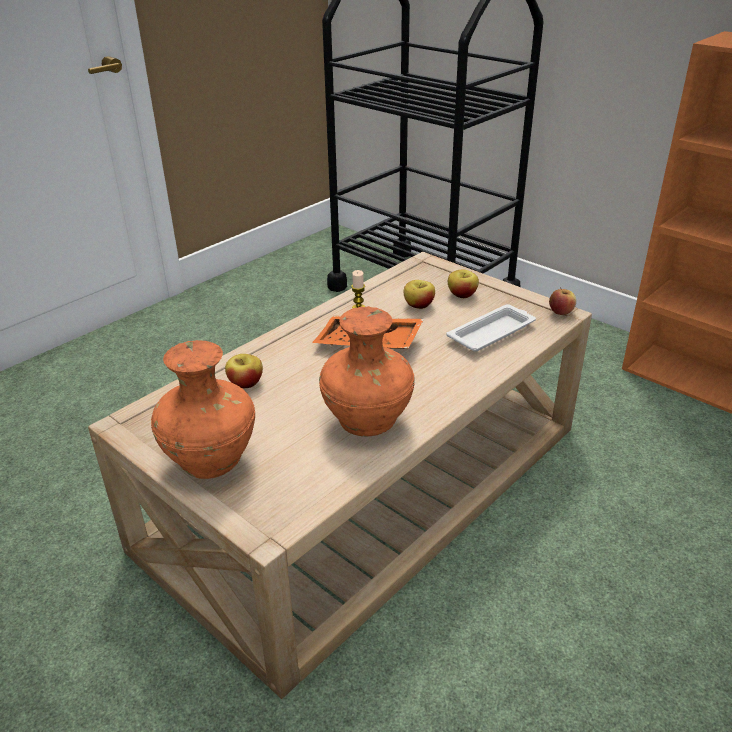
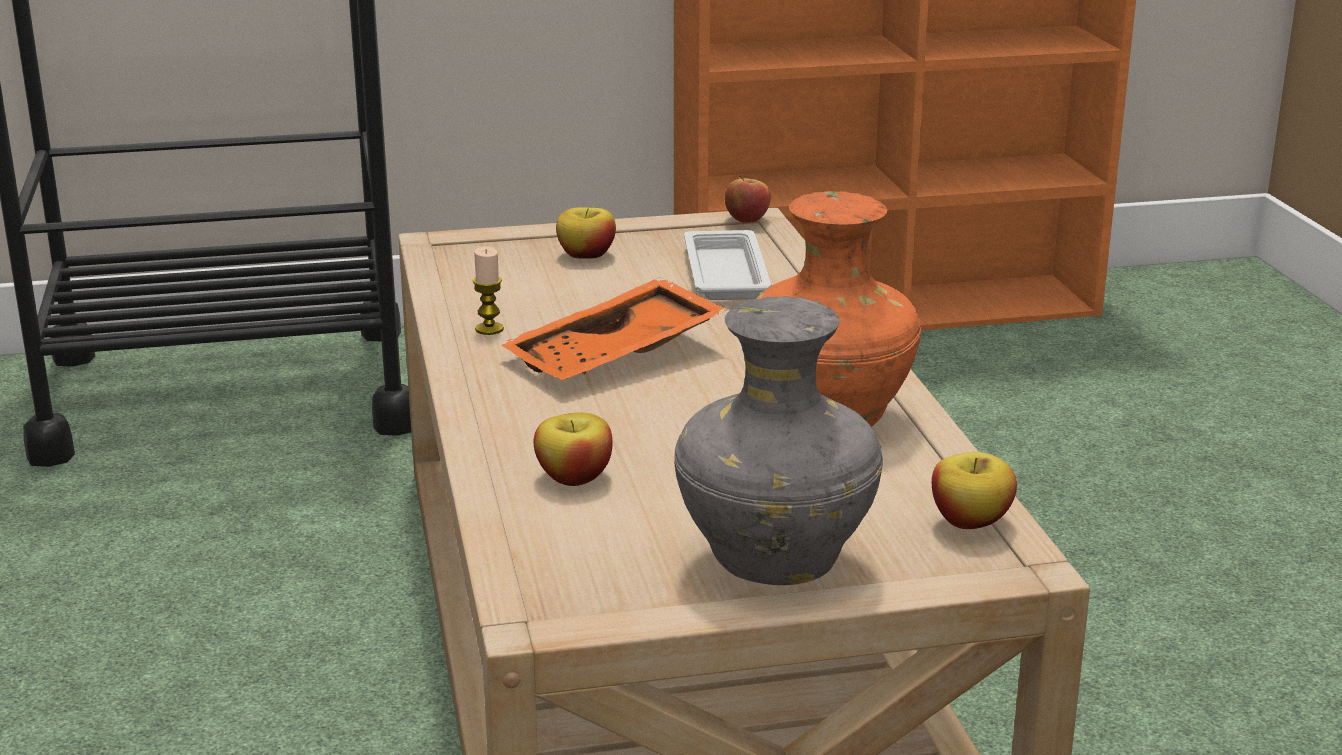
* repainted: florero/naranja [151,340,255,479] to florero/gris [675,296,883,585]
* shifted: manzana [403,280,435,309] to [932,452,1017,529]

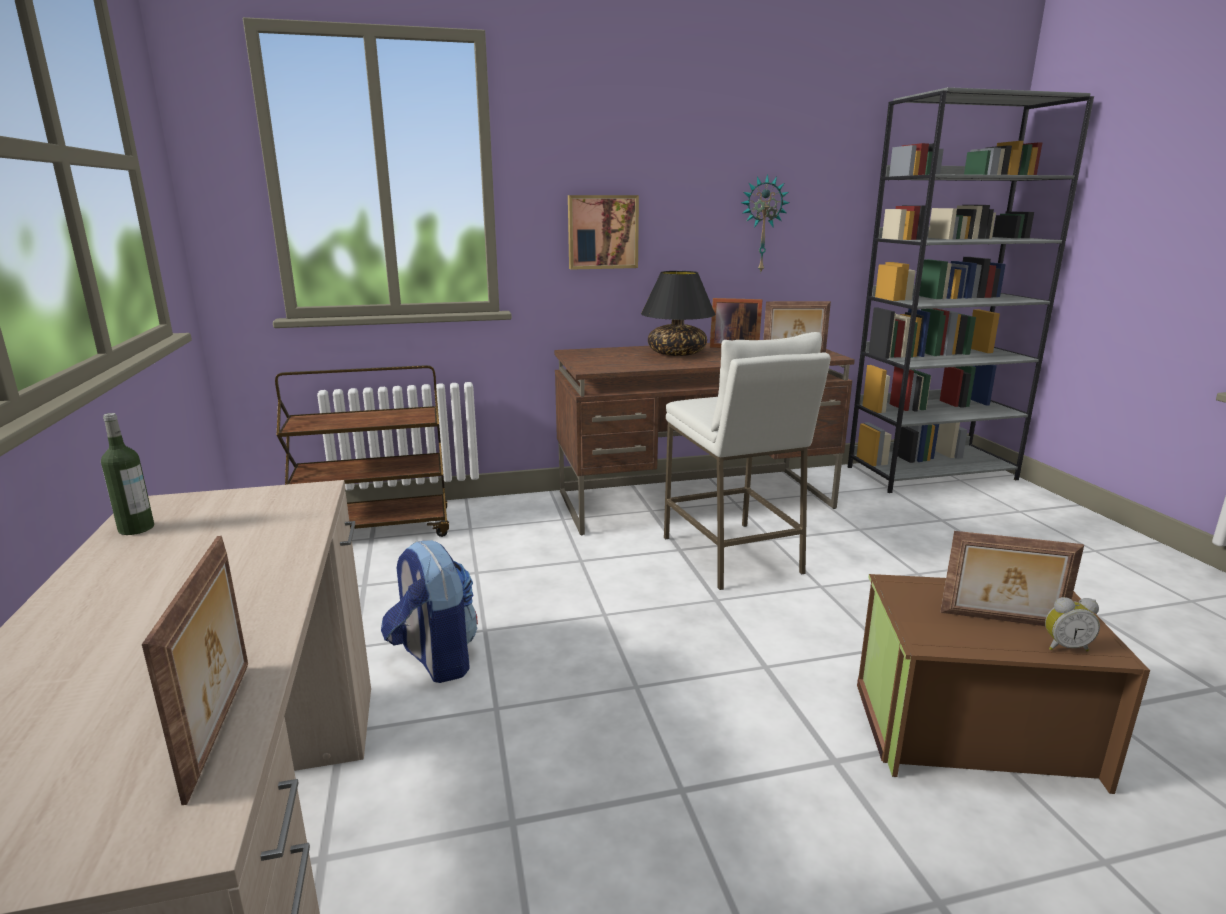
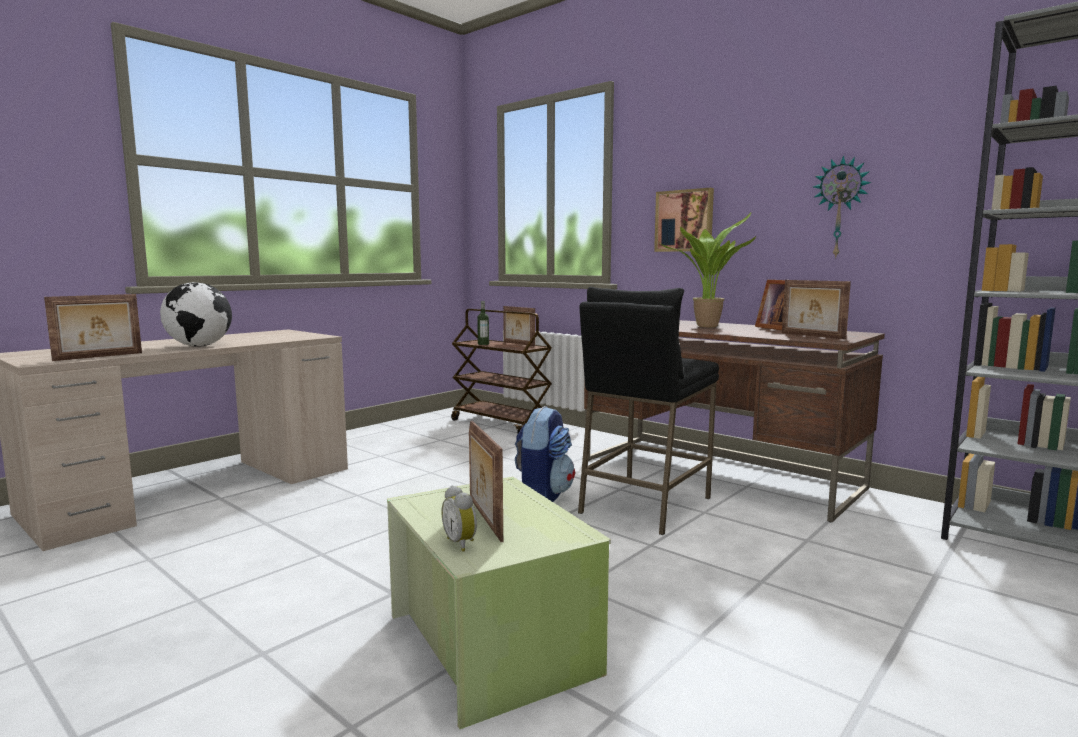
* shifted: botella [101,413,154,535] to [477,301,489,345]
* shifted: mochila [381,540,478,683] to [515,406,575,502]
* swapped: lámpara de mesa/negro [641,271,716,356] to planta en maceta [660,213,756,327]
* repainted: taburete/blanco [664,332,831,590] to taburete/negro [578,287,719,535]
* repainted: caja de almacenaje/marrón [857,574,1150,794] to caja de almacenaje/verde [387,477,611,729]
* new: globo terráqueo [160,282,232,347]
* new: portarretratos [503,306,535,346]

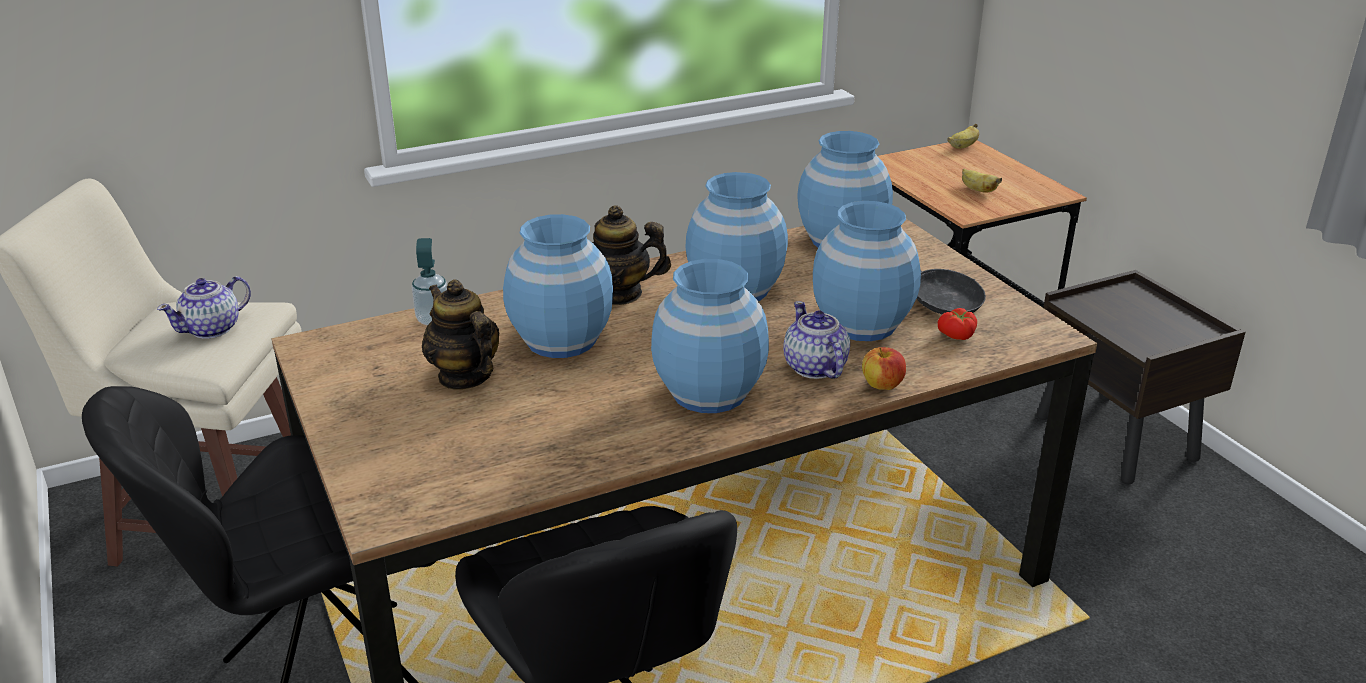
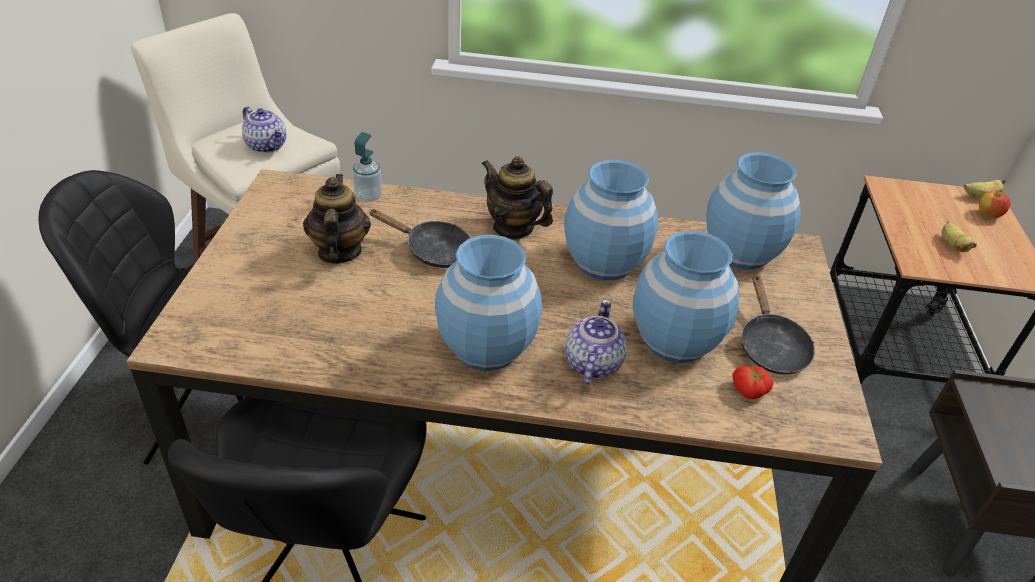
* rotated: tetera [157,276,251,339] = [242,107,286,153] 120 degrees counterclockwise
* swapped: florero/azul [503,214,613,358] to sartén/negro [370,209,470,268]
* shifted: manzana [862,347,906,390] to [979,191,1011,219]

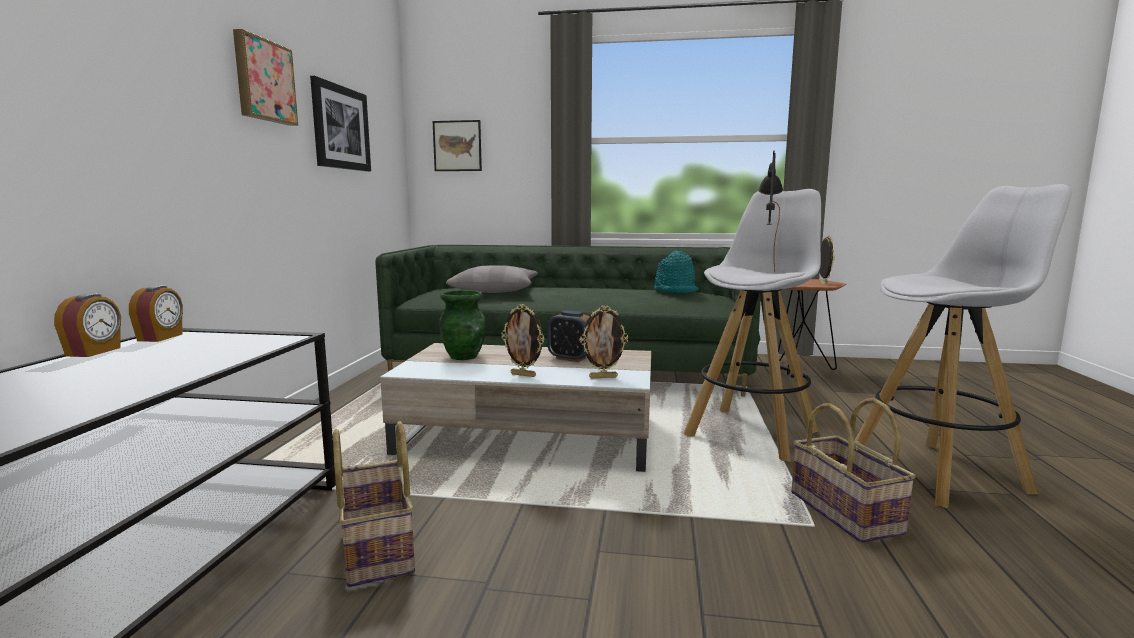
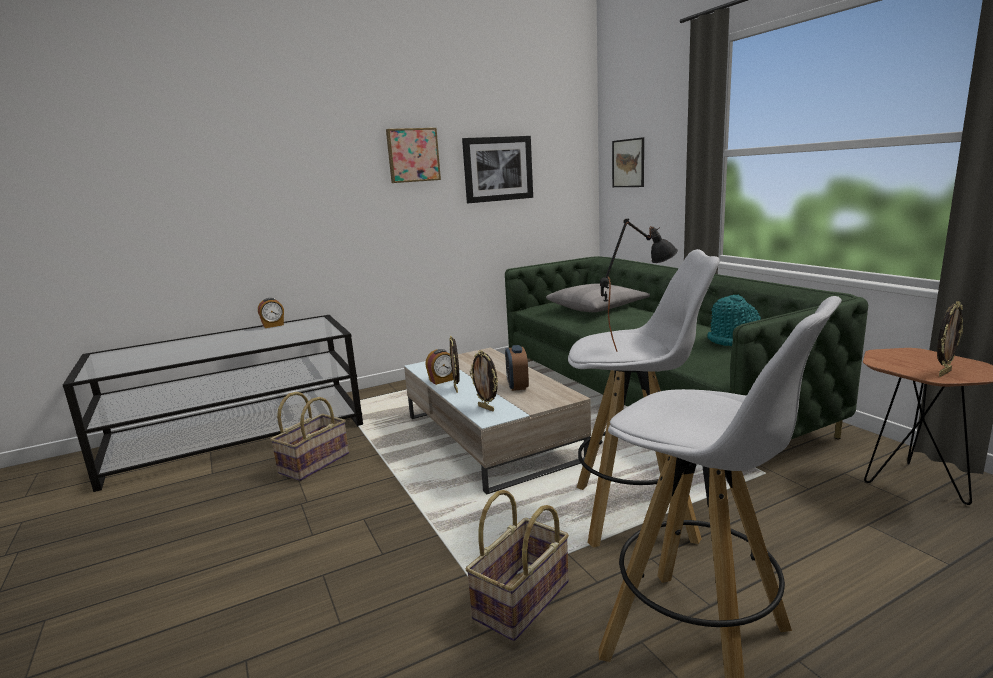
* shifted: despertador [129,285,183,342] to [425,349,453,385]
* gone: florero/verde [439,290,486,360]

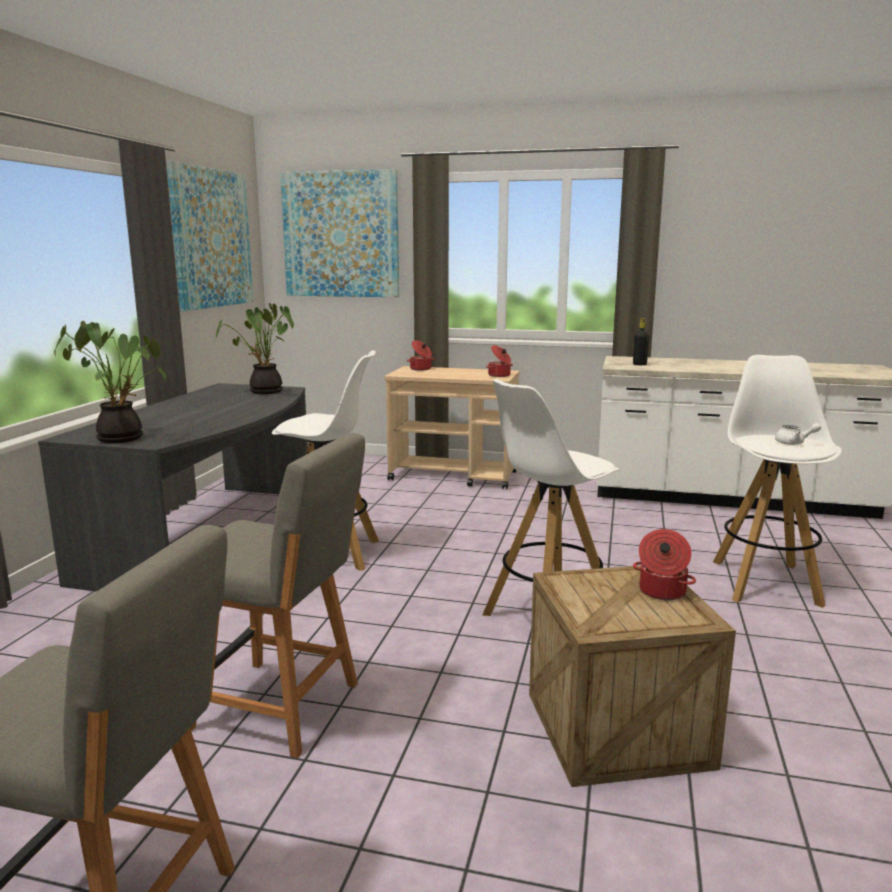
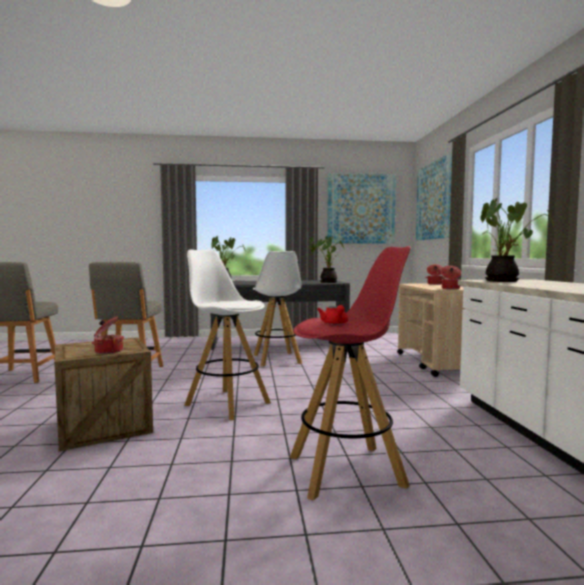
* swapped: botella/negro [633,318,649,365] to planta en maceta [480,198,554,282]
* repainted: taburete/blanco [713,355,842,608] to taburete/rojo [290,246,412,501]
* repainted: tetera/blanco [775,423,821,445] to tetera/rojo [317,305,348,324]

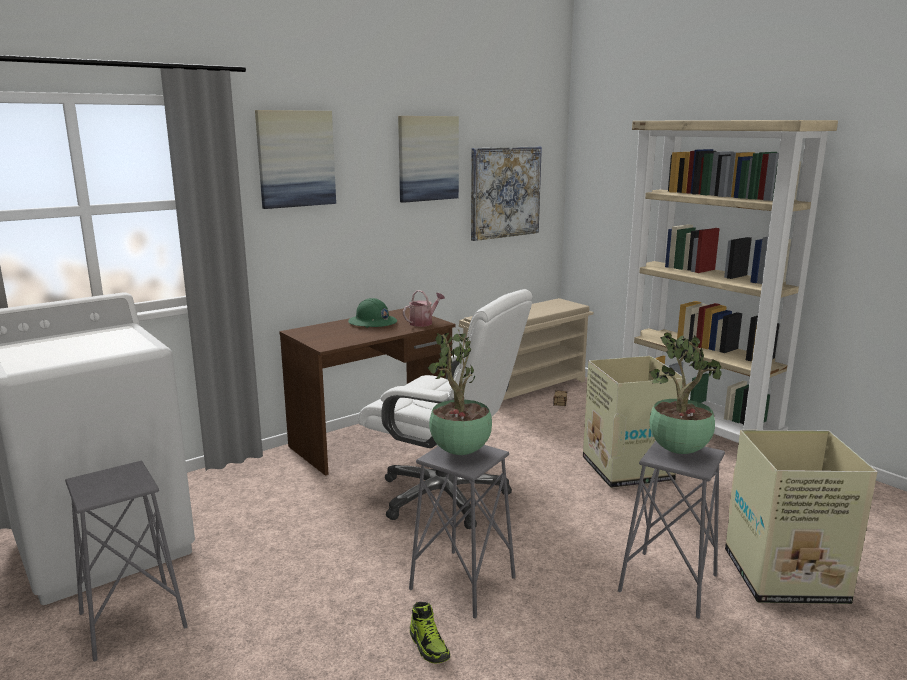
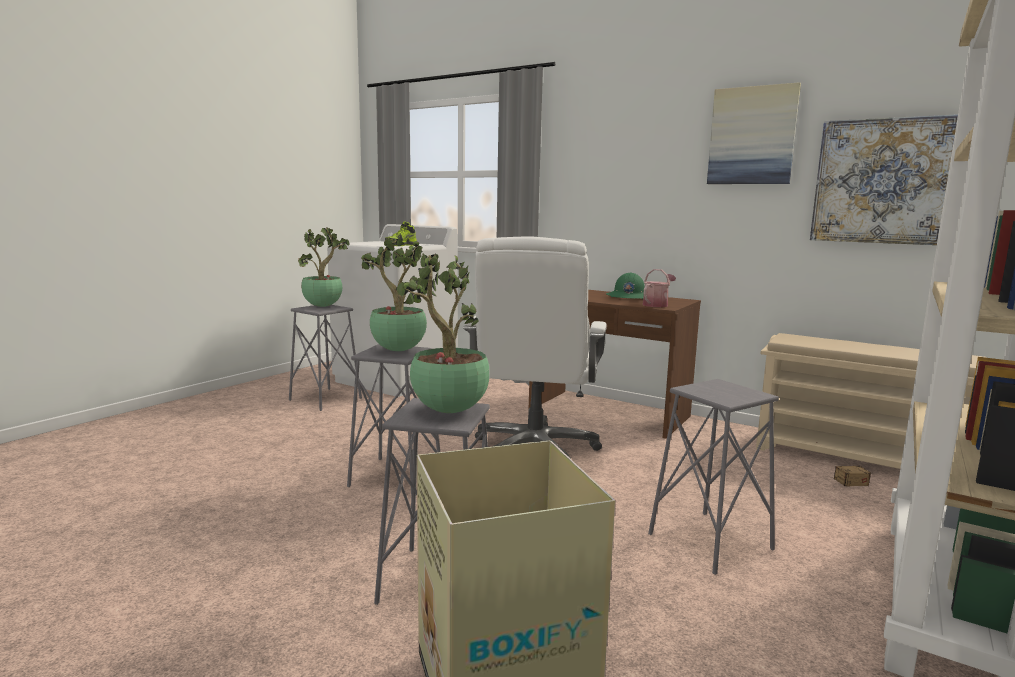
* gone: cuadro [255,110,336,209]
* rotated: regadera [403,290,445,327] = [643,269,676,307] 75 degrees counterclockwise
* shifted: zapato [410,602,450,663] to [385,221,417,246]
* swapped: caja de cartón [583,356,686,488] to taburete/gris [648,379,779,575]
* new: planta en maceta [298,227,349,307]

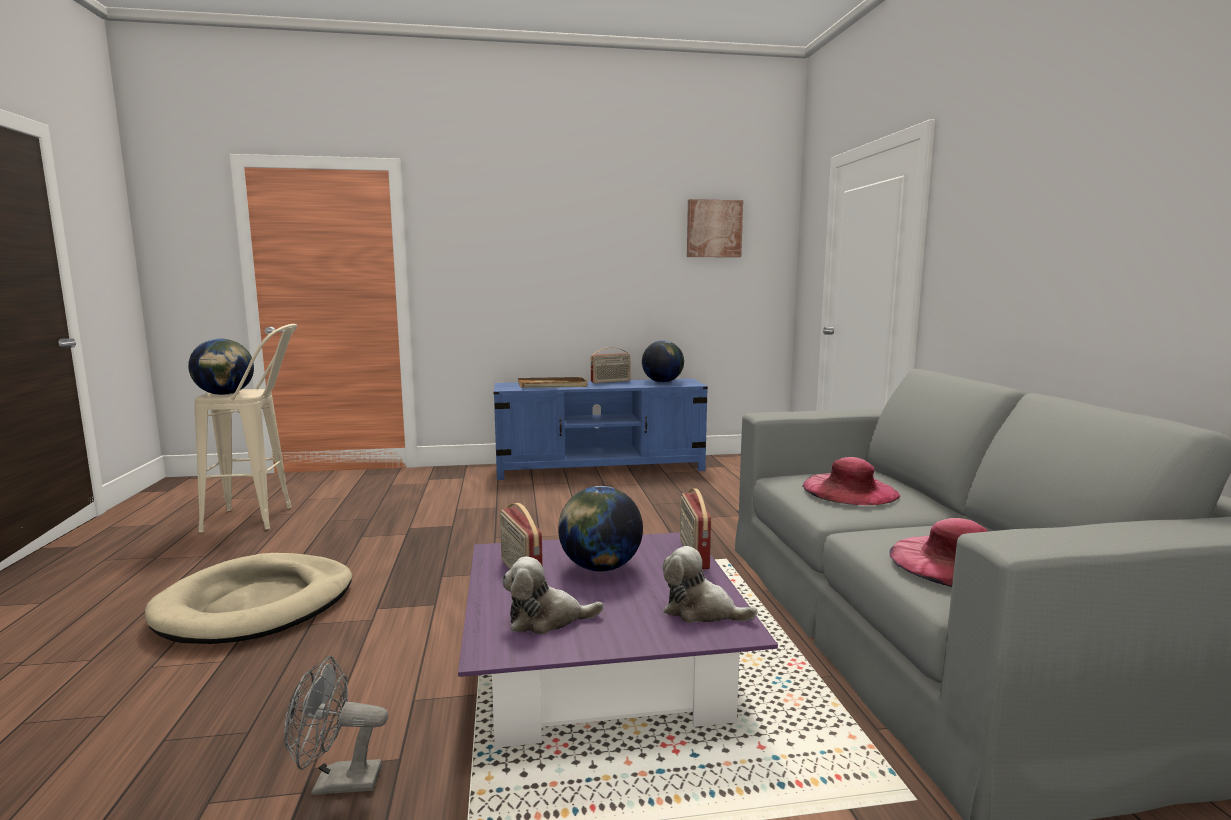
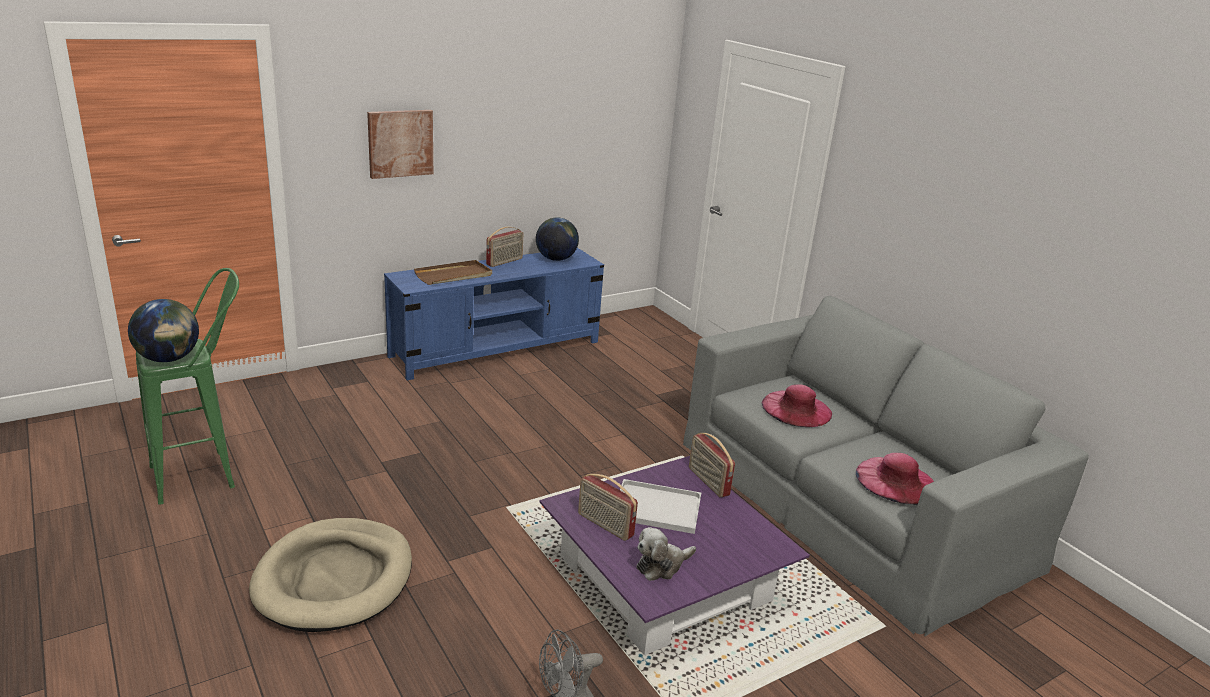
* repainted: taburete/beis [195,324,297,532] to taburete/verde [136,268,239,505]
* swapped: globo terráqueo [558,486,643,572] to bandeja/blanco [620,479,701,534]
* gone: peluche [663,546,757,623]
* shifted: cuadro [687,199,743,258] to [367,110,433,179]

